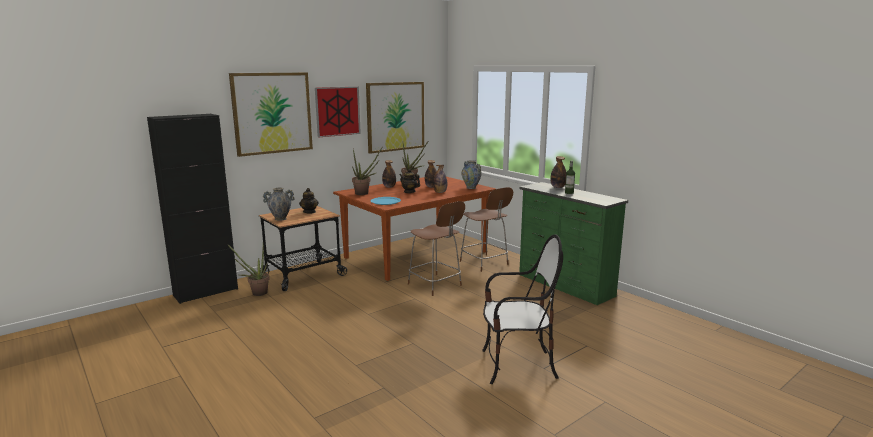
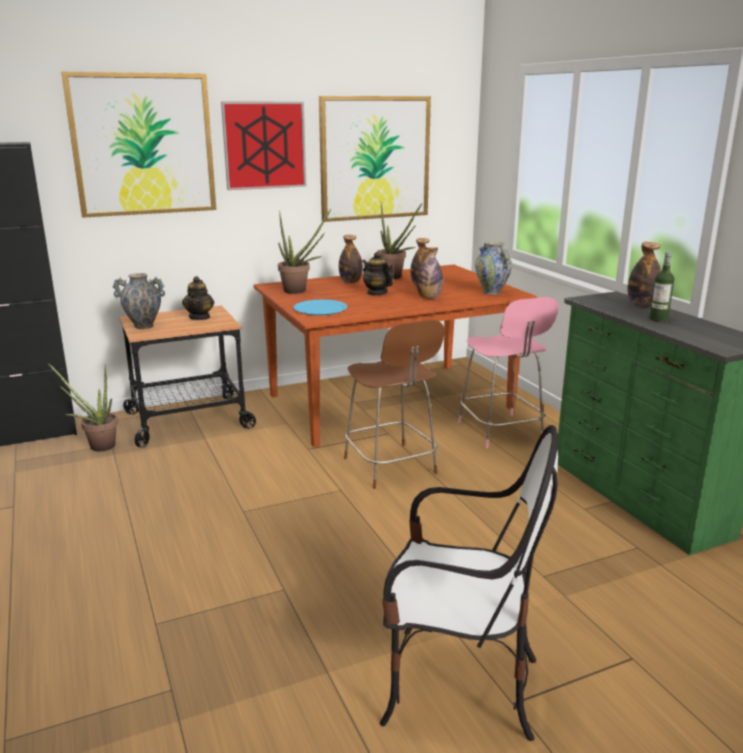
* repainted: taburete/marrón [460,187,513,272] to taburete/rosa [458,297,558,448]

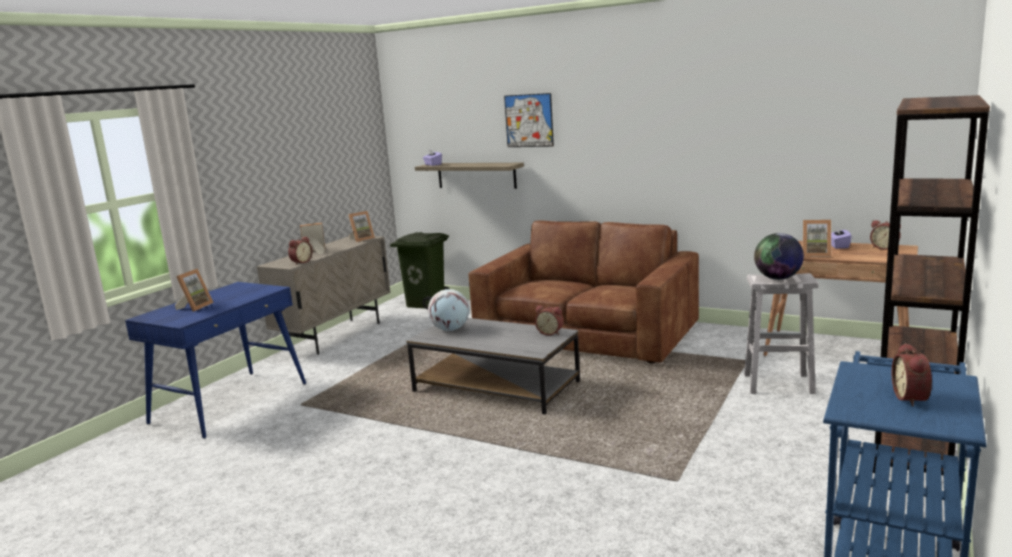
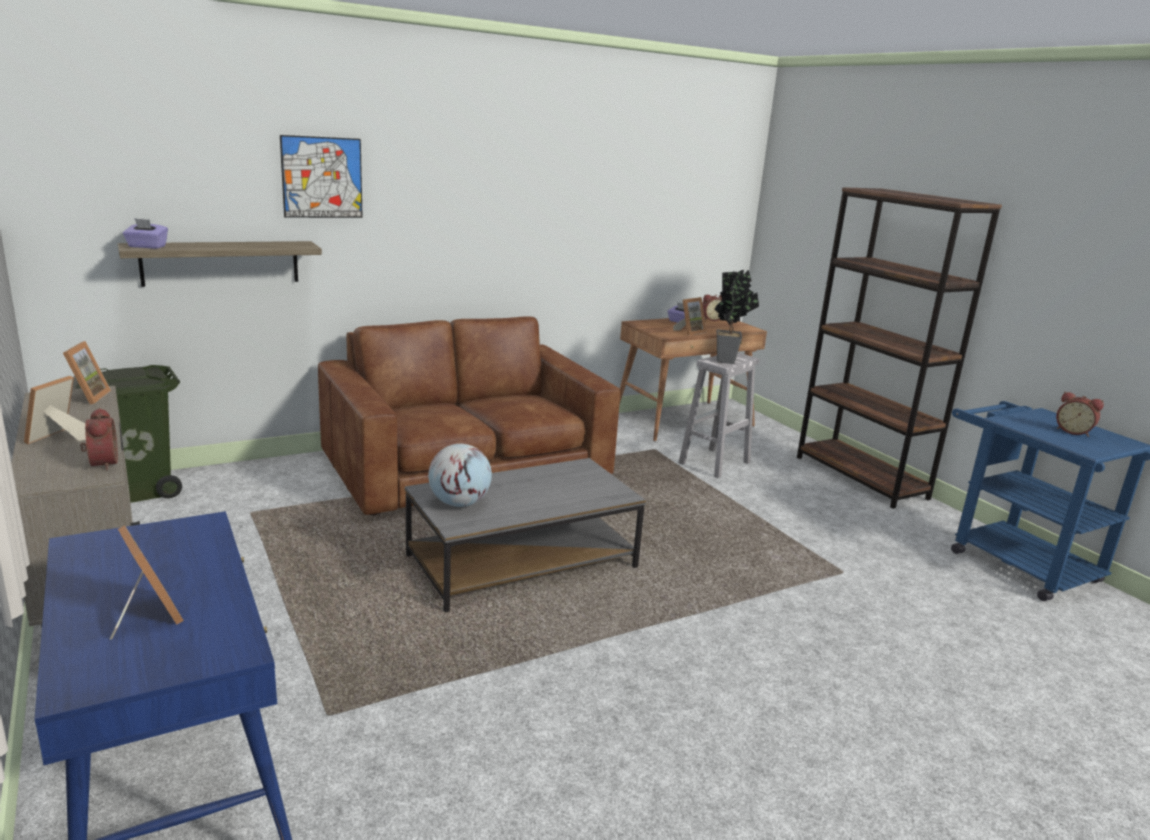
* gone: despertador [535,305,564,336]
* swapped: globo terráqueo [754,233,804,280] to planta en maceta [715,270,759,364]

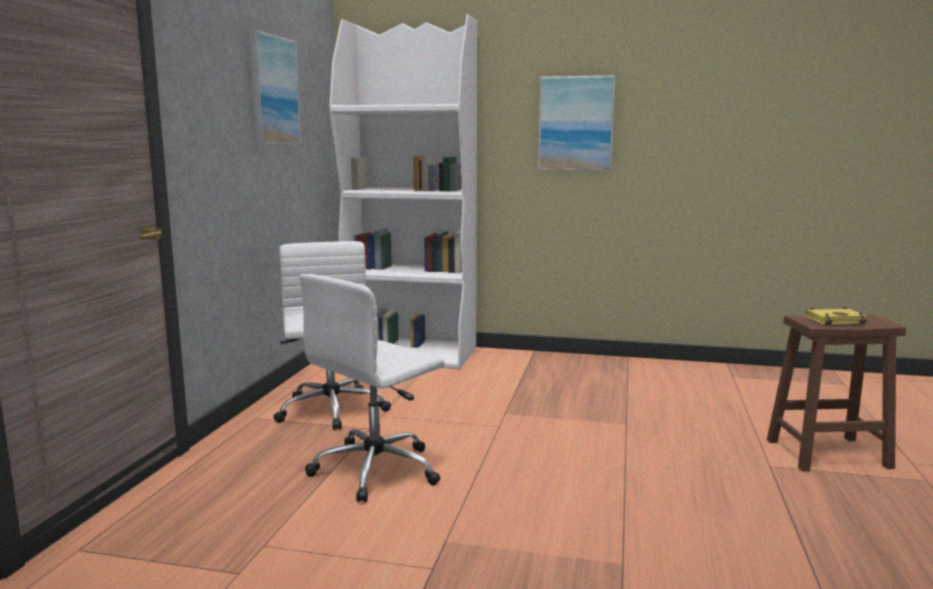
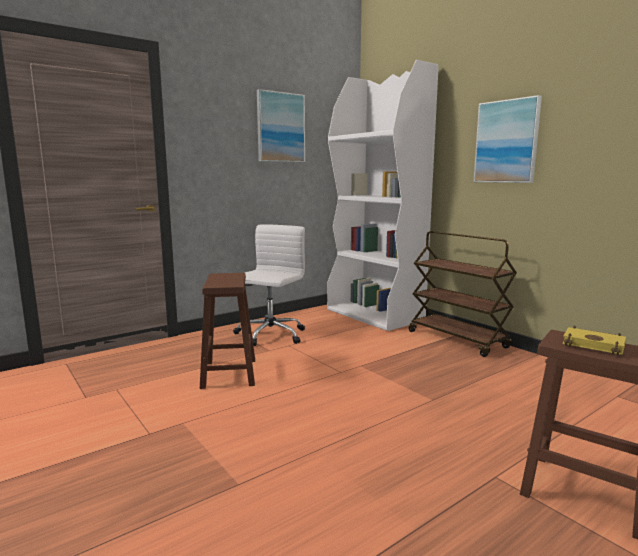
* swapped: silla de oficina/blanco [300,274,445,503] to taburete/marrón [200,273,255,389]
* new: carrito/marrón [409,231,517,357]

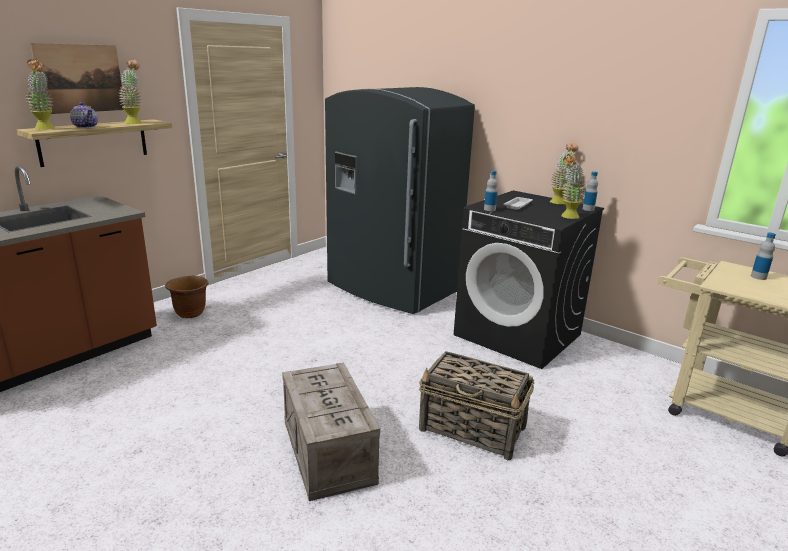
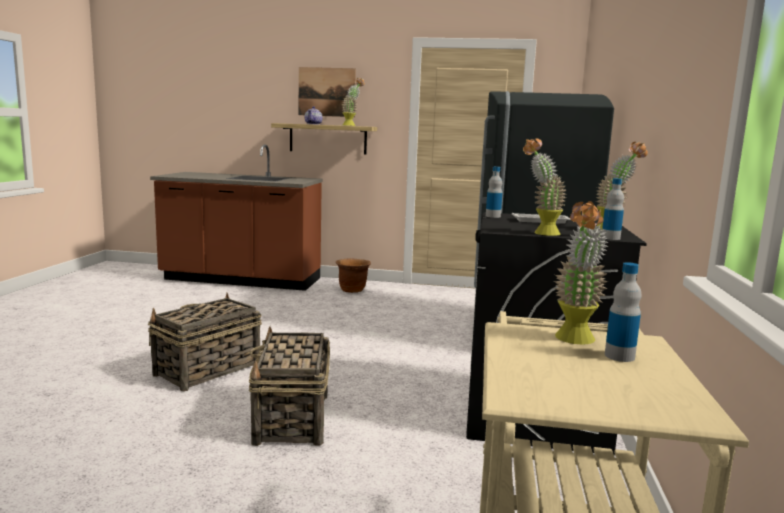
* shifted: planta en maceta [25,59,55,130] to [554,201,609,345]
* swapped: caja de embalaje [282,362,380,501] to cesta [148,293,262,391]

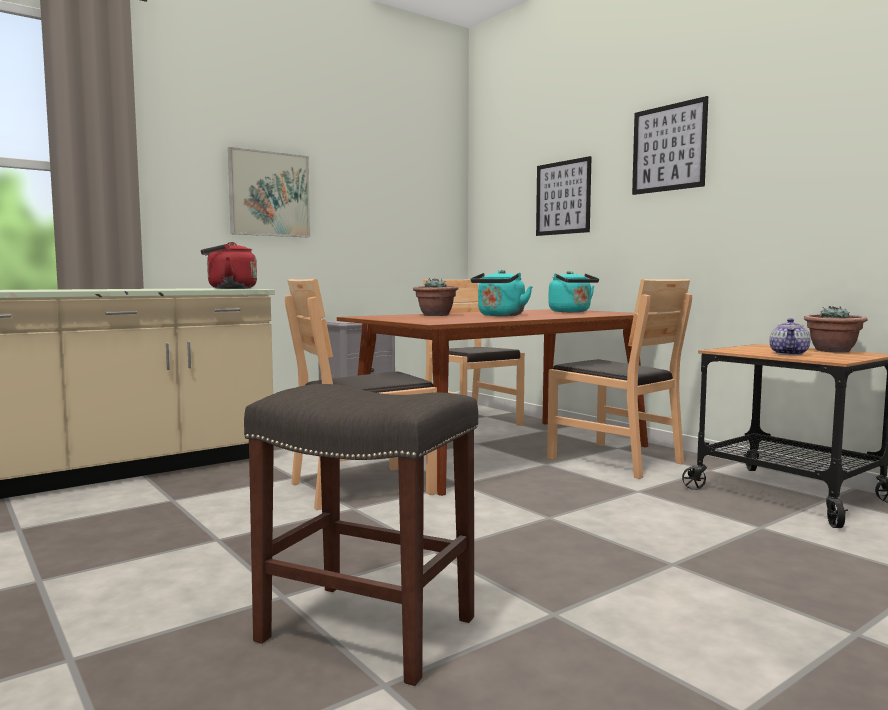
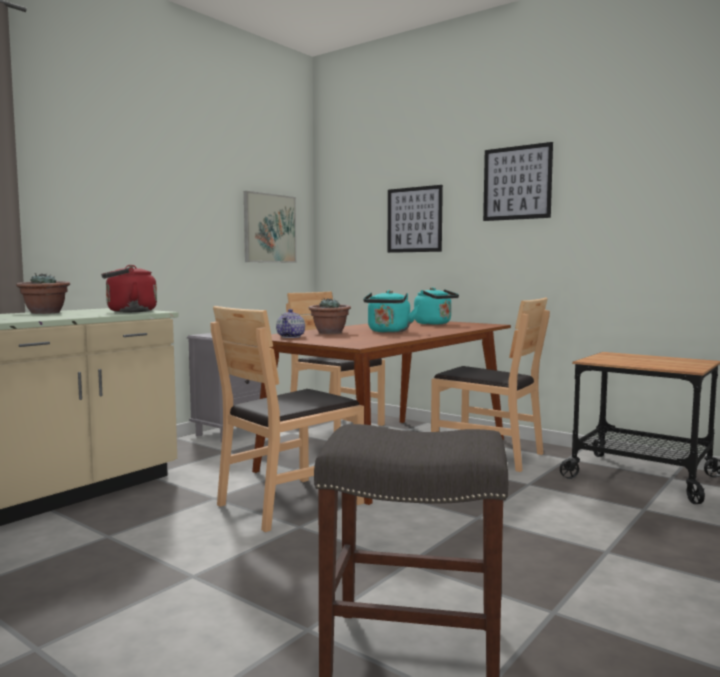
* shifted: cuadro [228,147,310,237] to [244,191,296,263]
* shifted: tetera [769,318,810,355] to [276,309,305,338]
* shifted: planta en maceta [804,306,868,353] to [16,273,70,314]

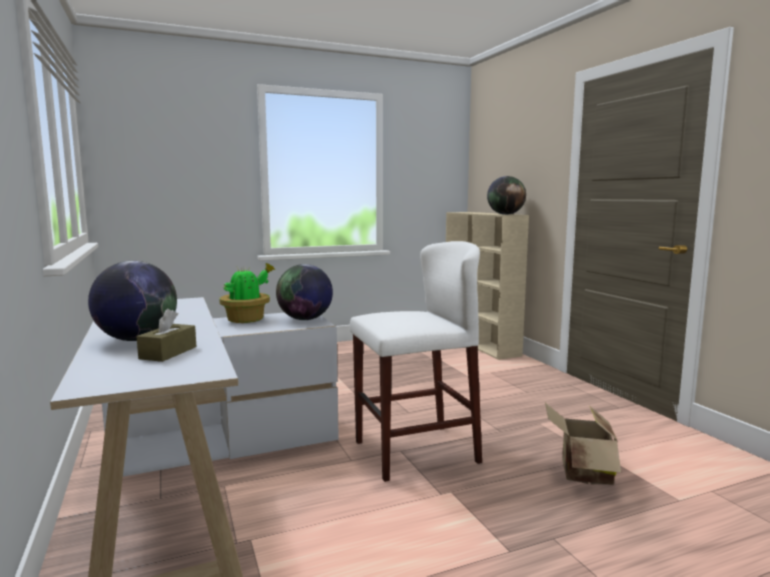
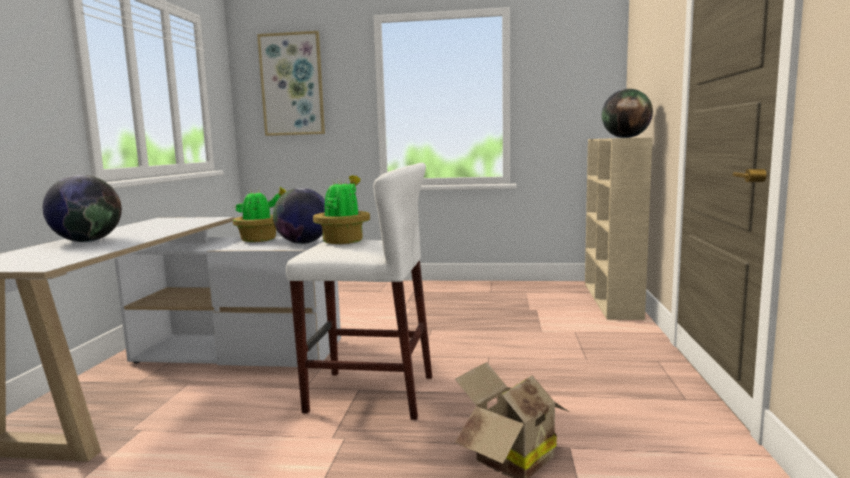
* gone: caja de pañuelos/marrón [136,309,196,362]
* new: cuadro [257,31,325,136]
* new: planta en maceta [313,175,370,244]

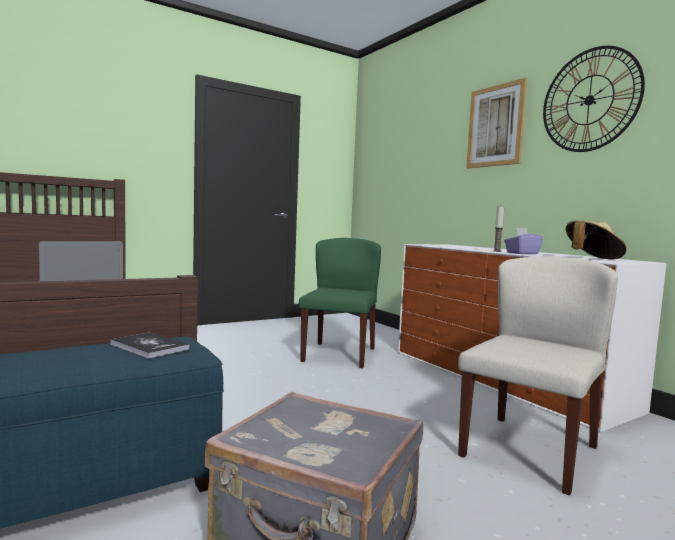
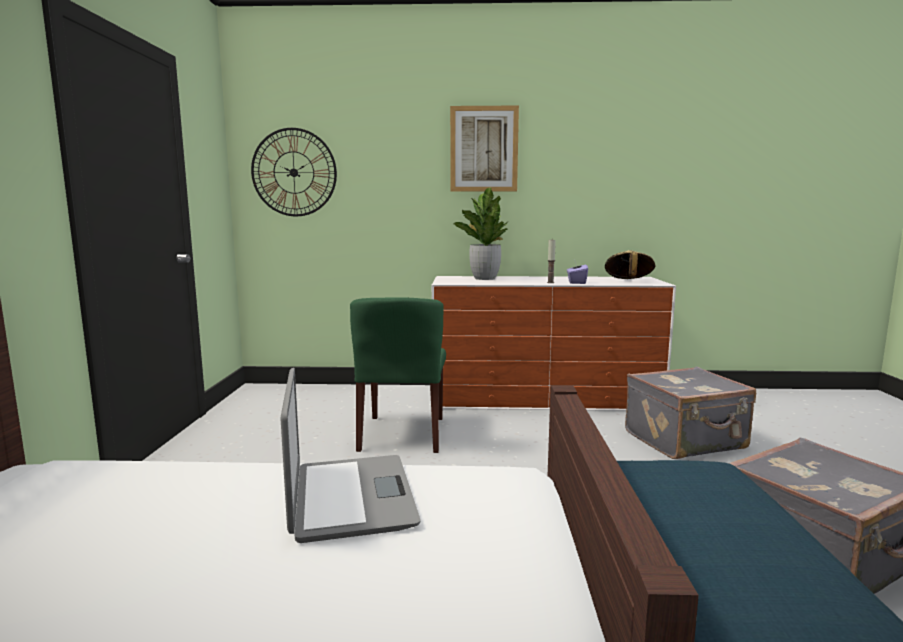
* gone: libro [110,332,190,359]
* rotated: silla/verde [299,238,381,368] = [350,297,446,453] 135 degrees counterclockwise
* swapped: silla/beis [458,256,618,496] to maleta/gris [625,367,756,459]
* shifted: reloj de pared [543,46,645,152] to [251,128,337,216]
* new: planta en maceta [454,188,508,280]

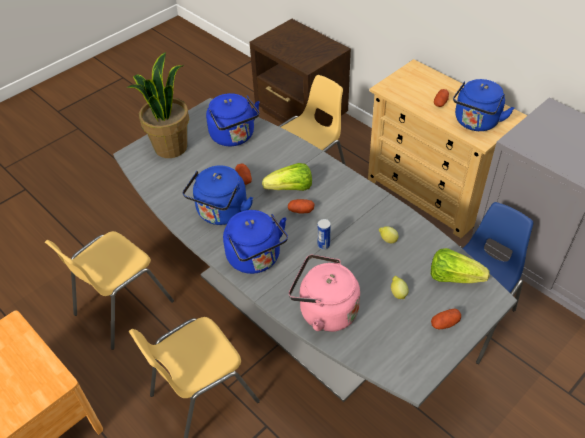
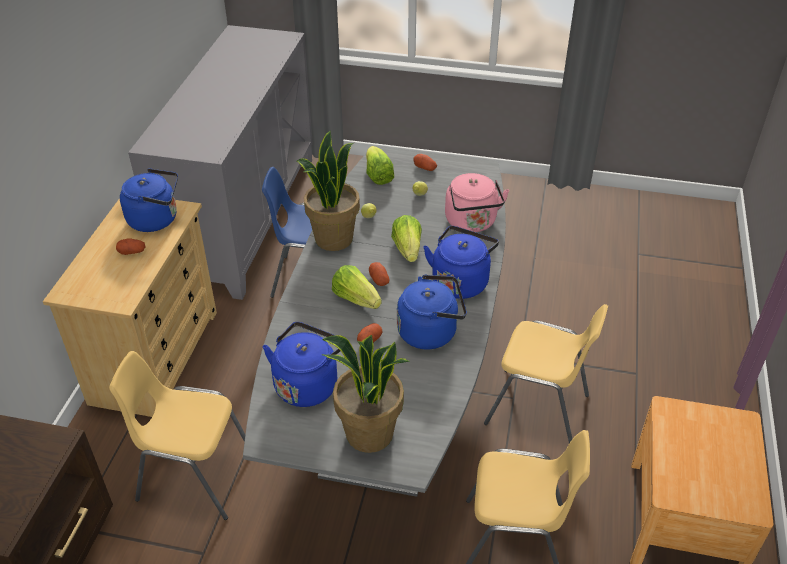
* swapped: lata [318,219,331,250] to lechuga [391,215,422,262]
* new: planta en maceta [297,131,360,251]

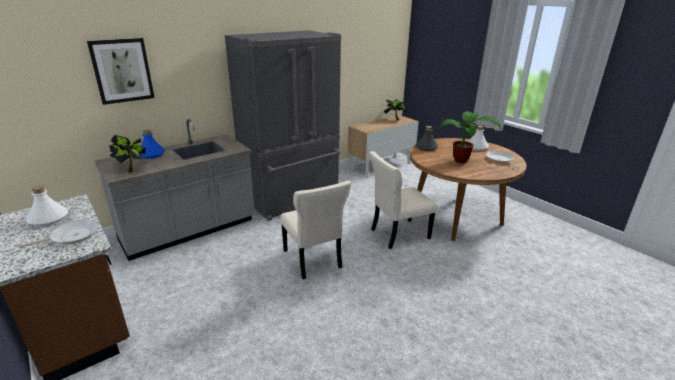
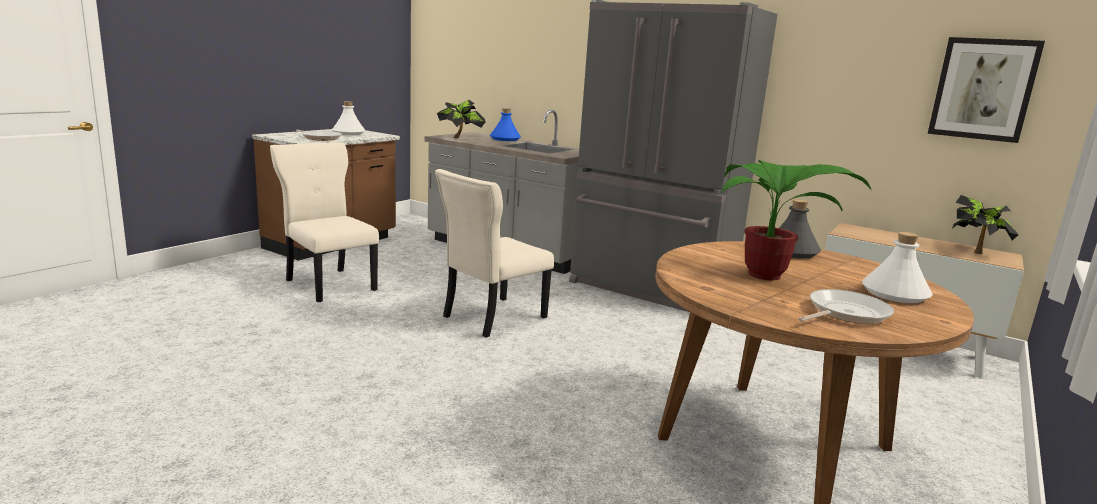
* shifted: cuadro [87,38,155,105] to [928,37,1045,143]
* shifted: silla/beis [370,151,437,249] to [270,142,379,302]

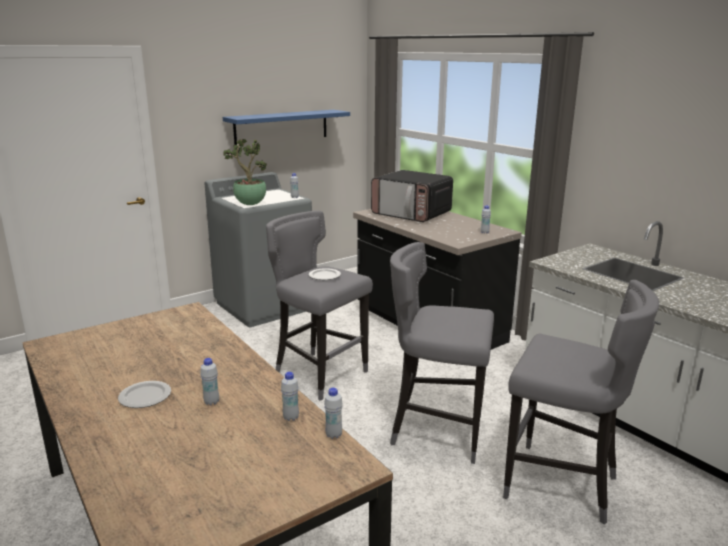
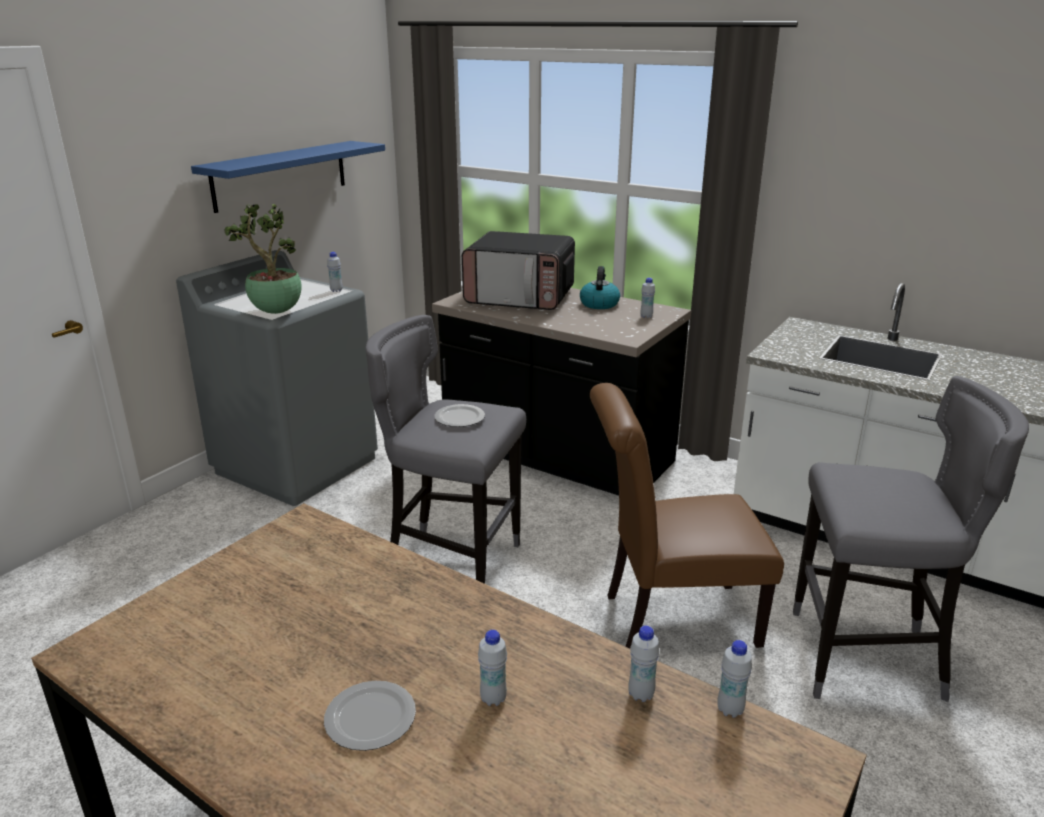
* swapped: taburete/gris [390,242,494,464] to silla/marrón [590,383,784,648]
* new: hervidor [580,266,620,309]

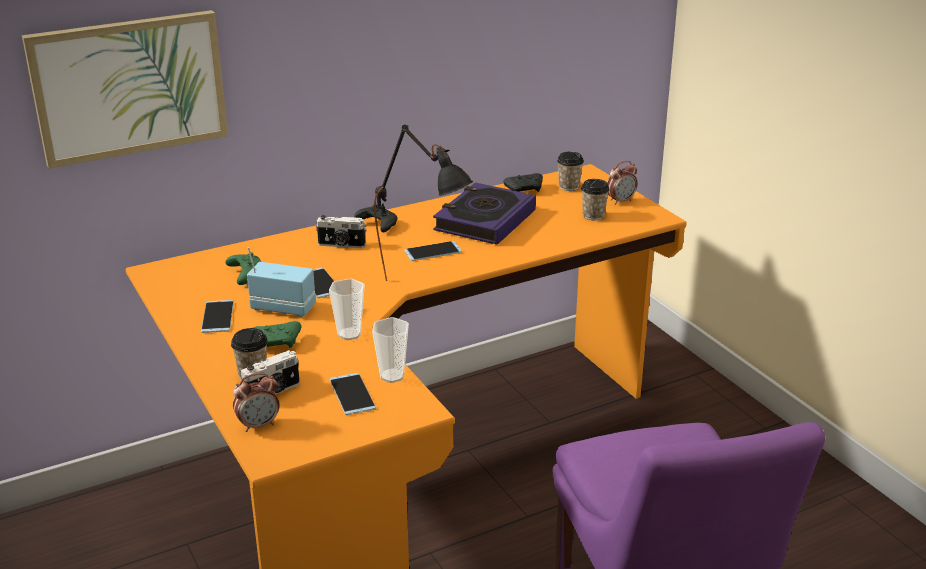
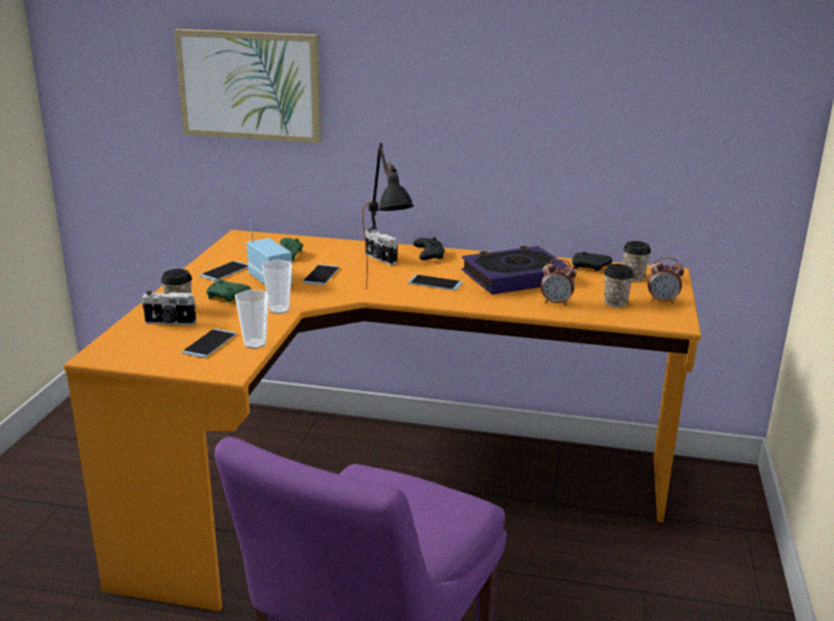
* shifted: despertador [233,373,280,432] to [541,259,577,306]

